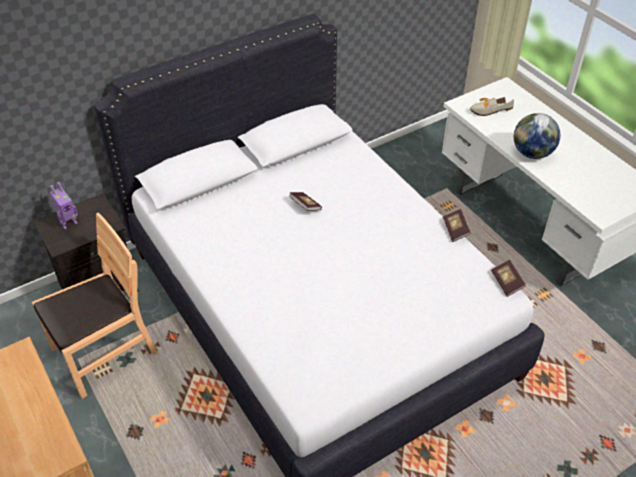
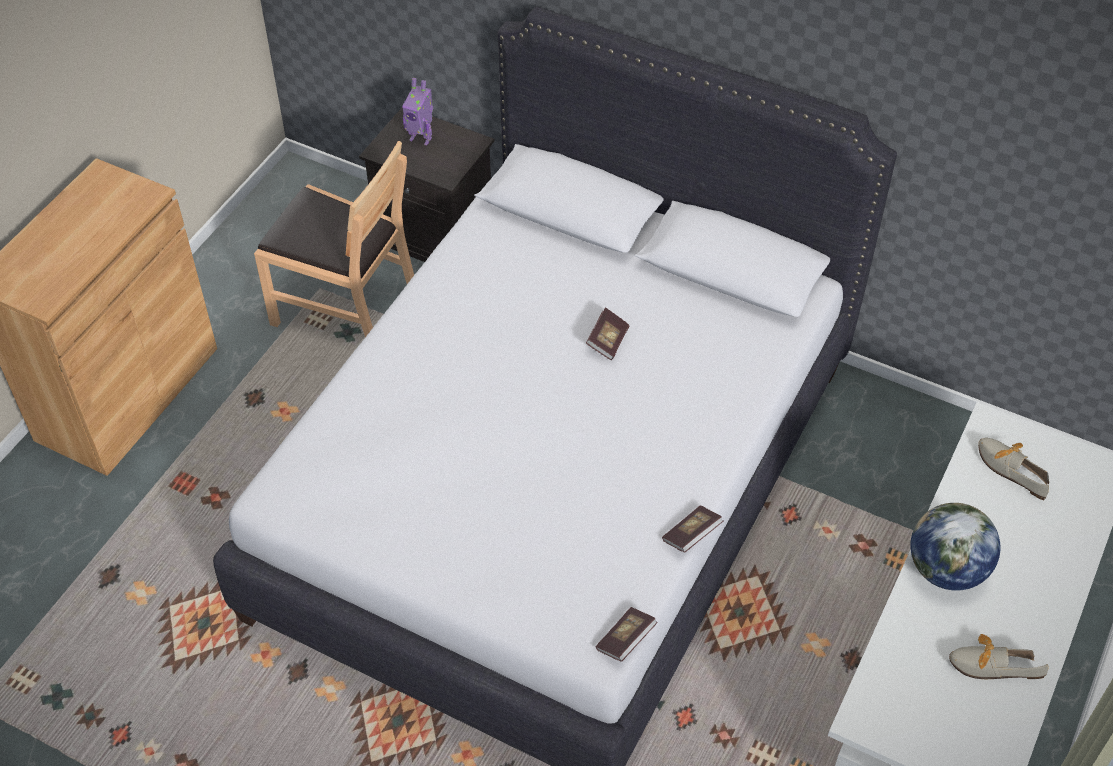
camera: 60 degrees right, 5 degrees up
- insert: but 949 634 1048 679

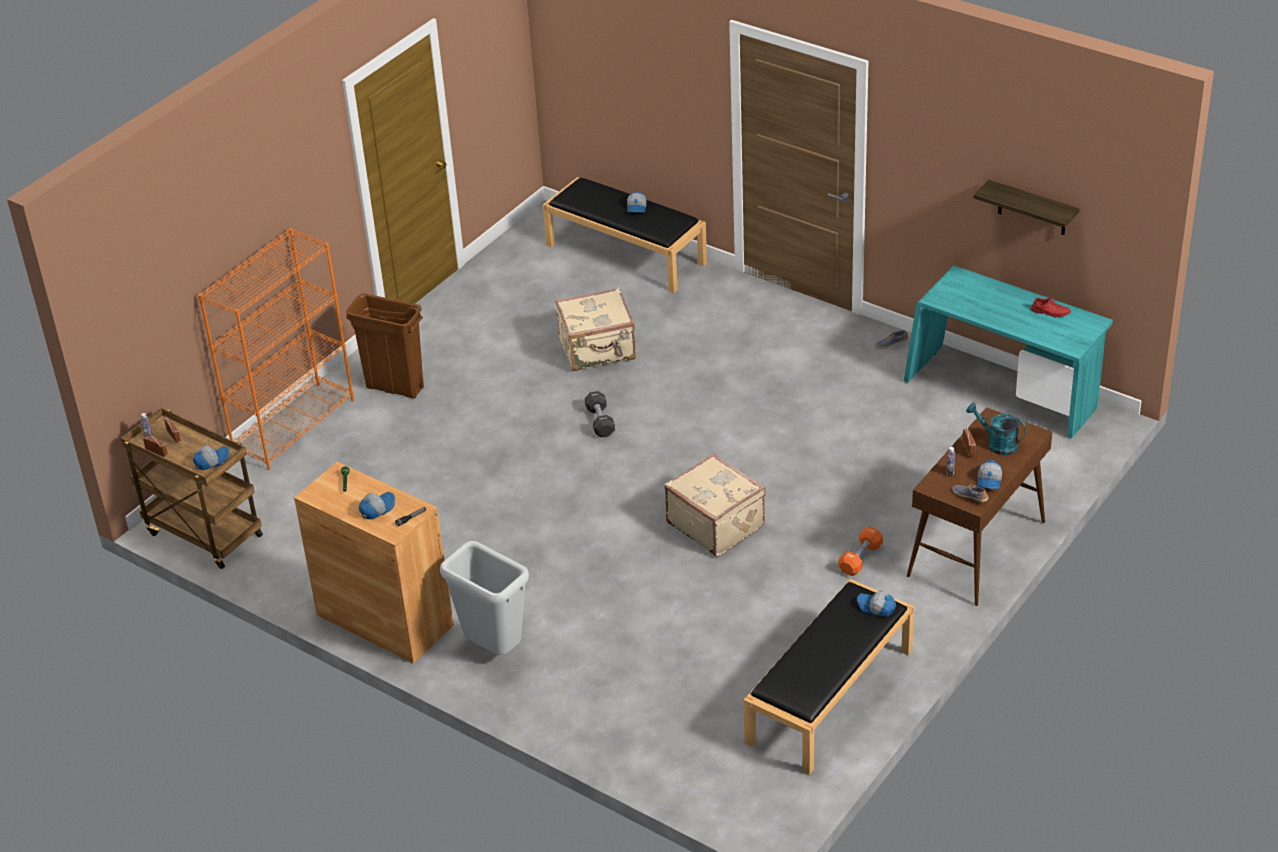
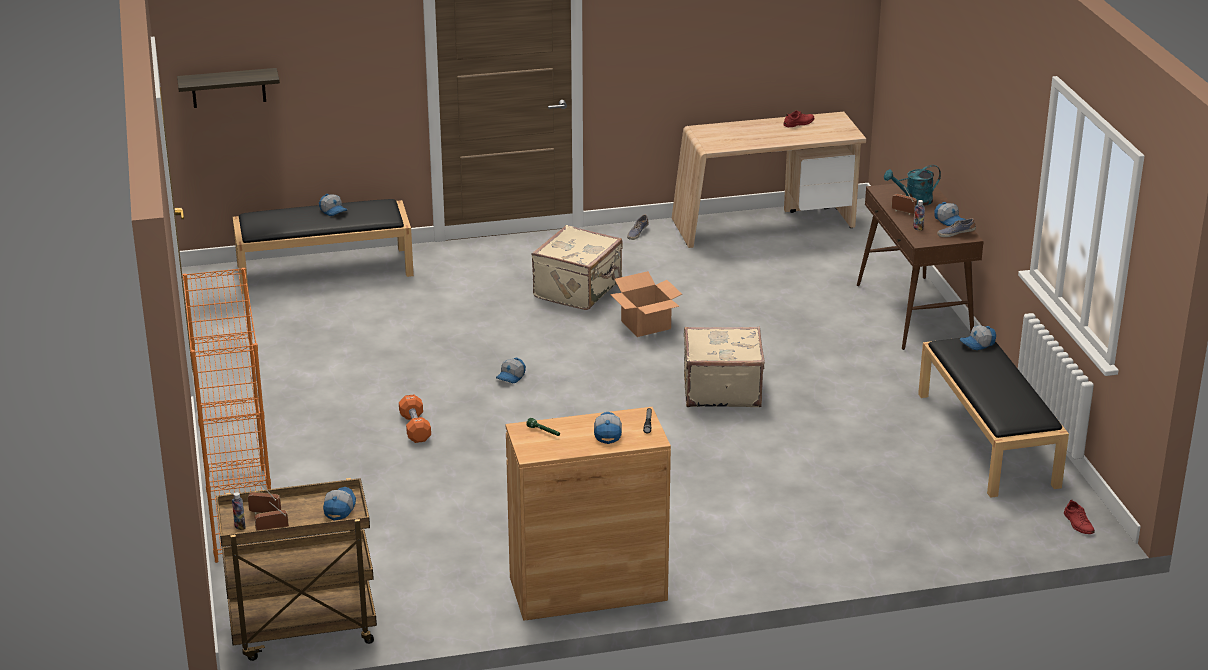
camera: 50 degrees left, 10 degrees down
- delete: kosz na śmieci/brązowy 346 293 424 399
- delete: kosz na śmieci/szary 440 541 529 655
- insert: karton 610 271 682 337
- insert: but/czerwony 1064 500 1095 534
- move: walizka/beżowy 555 288 636 371 to 531 225 623 310
- move: hantel/pomarańczowy 838 526 883 576 to 399 394 431 443
- move: półka 974 180 1079 235 to 177 68 280 108
- replace: hantel/czarny 585 391 615 437 to czapka z daszkiem 496 357 526 383
- recolor: biurko/turkusowy 904 266 1113 439 to biurko/beżowy 672 112 866 248

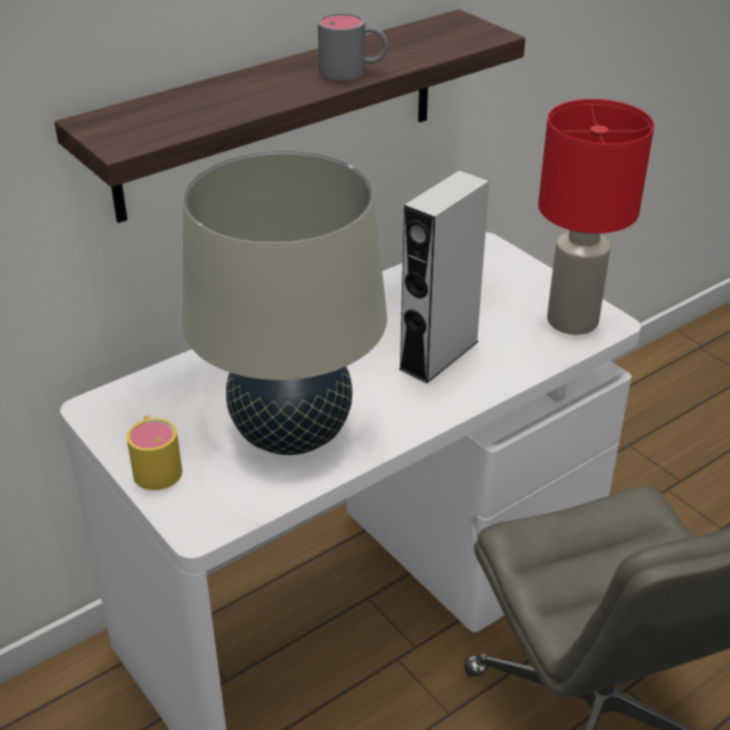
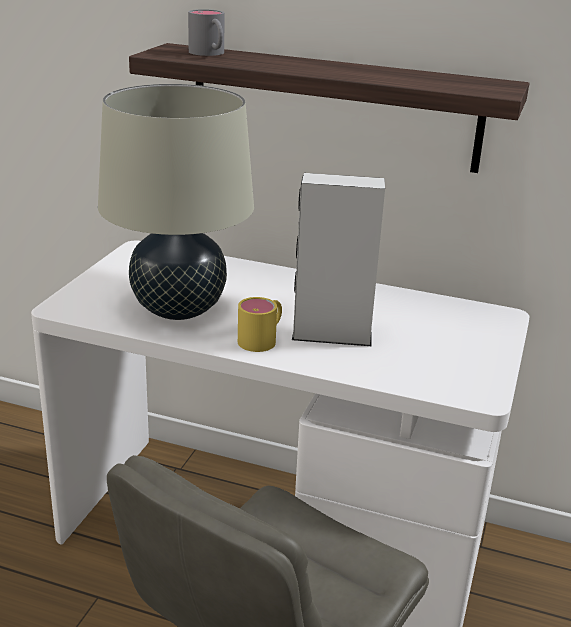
camera: 55 degrees right, 10 degrees down
- delete: lampa stołowa/czerwony 538 99 654 335
- move: kubek/żółty 127 415 182 490 to 238 297 282 352
- move: kubek/szary 318 13 389 81 to 188 9 225 56

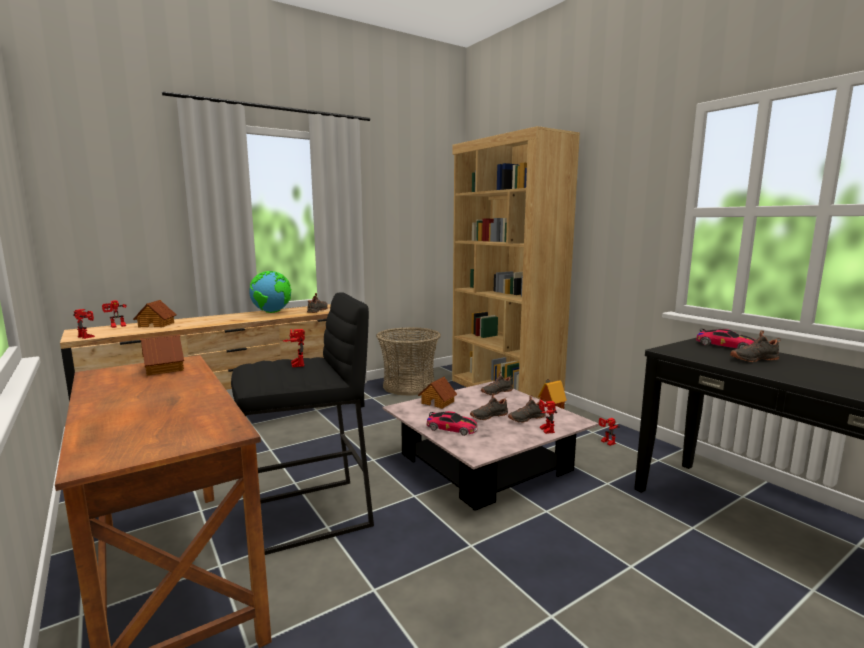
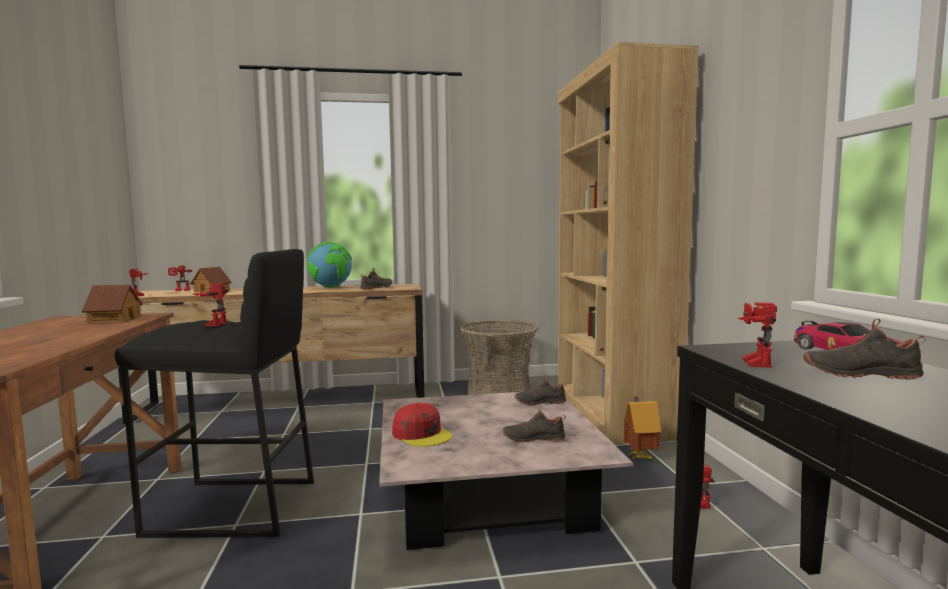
camera: 25 degrees right, 5 degrees down
- delete: domek 418 377 457 409
- delete: but/czarny 470 393 508 420
- move: robot zabawkowy 539 400 557 434 to 738 302 777 368
- replace: samochodzik 426 411 478 436 to czapka z daszkiem/czerwony 392 403 452 447

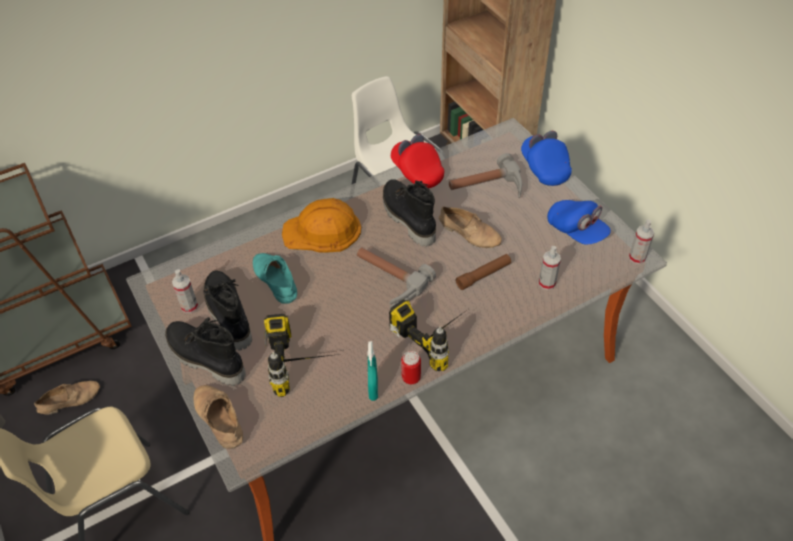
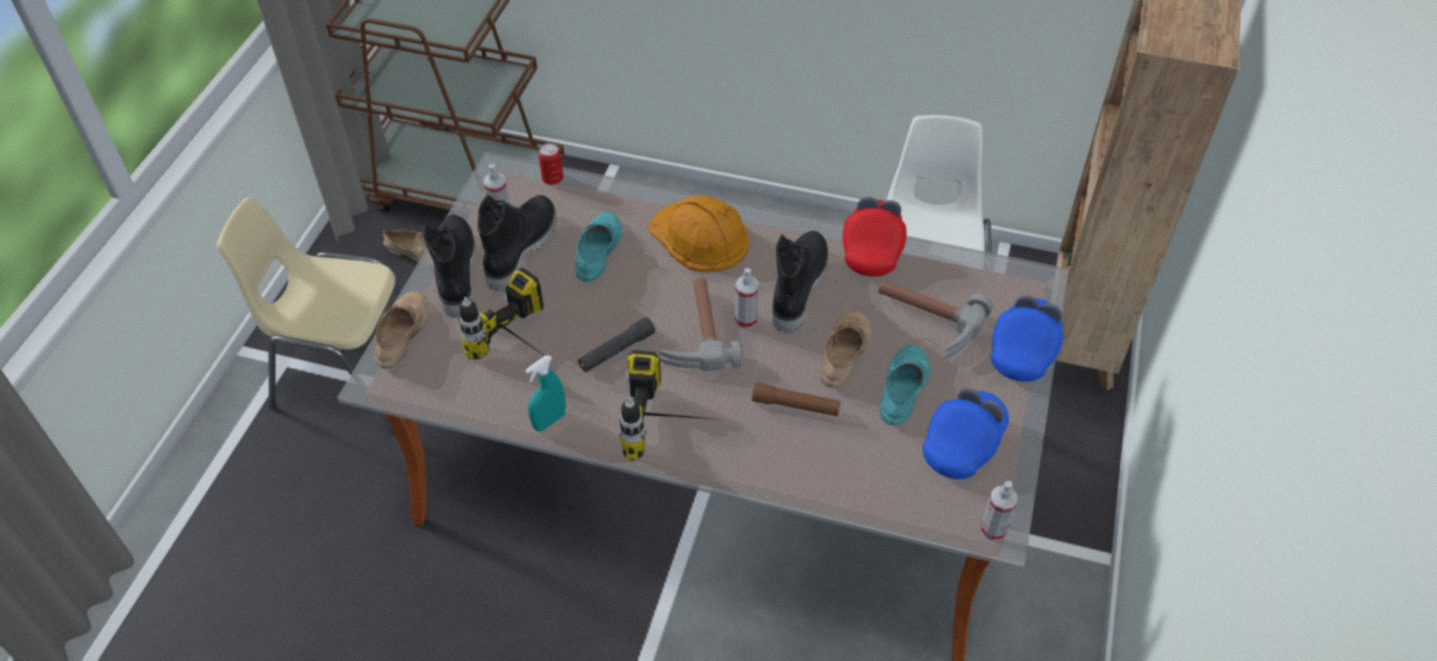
camera: 45 degrees right, 0 degrees up
- insert: latarka/czarny 578 317 656 372
- insert: but/turkusowy 880 344 931 425
- move: puszka 401 351 421 384 to 538 143 563 185
- move: spryskiwacz 539 246 561 290 to 735 268 759 329
- rotate: but/beżowy 439 207 502 248 = 820 311 871 387 150 degrees counterclockwise
- rotate: czapka z daszkiem/niebieski 547 200 611 244 = 923 388 1009 479 150 degrees counterclockwise

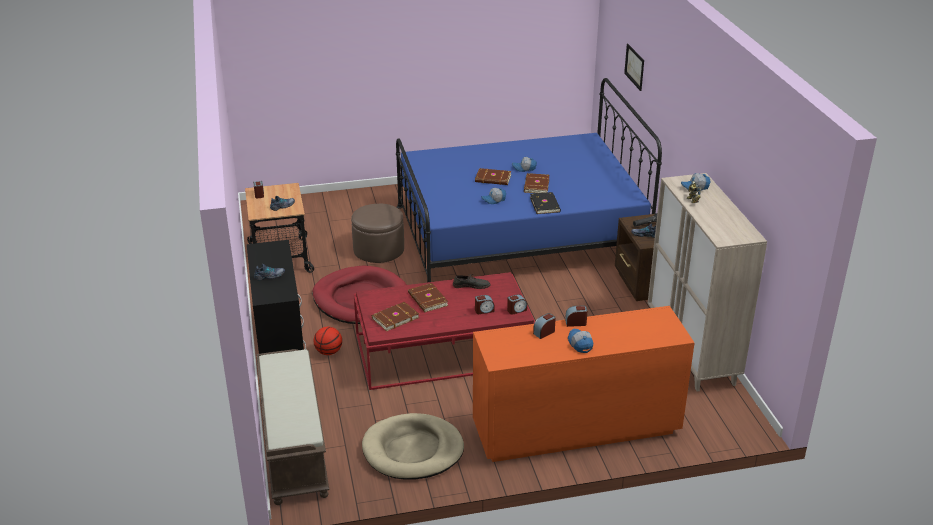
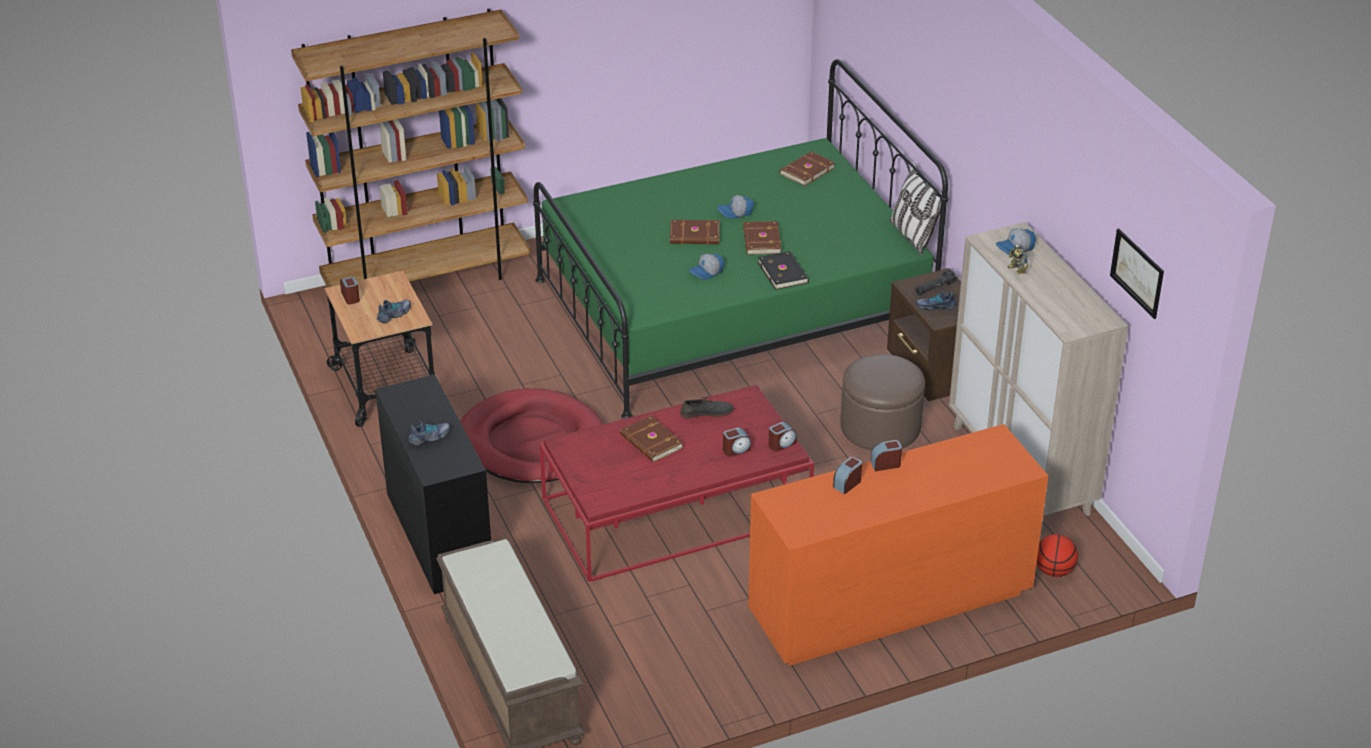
camera: 10 degrees left, 5 degrees up
- delete: legowisko/beżowy 362 413 464 480
- delete: czapka z daszkiem 568 329 593 353
- insert: regał/brązowy 291 9 531 288
- insert: poduszka 889 162 942 254
- move: piłka do koszykówki 313 327 342 355 to 1036 534 1078 577
- move: pufa/brązowy 351 204 404 263 to 840 354 925 450
- move: książka/brązowy 372 302 419 331 to 780 151 835 186
- move: obraz 624 44 644 91 to 1110 228 1164 319
- recolor: łóżko/niebieski 396 78 662 283 to łóżko/zielony 533 59 948 419

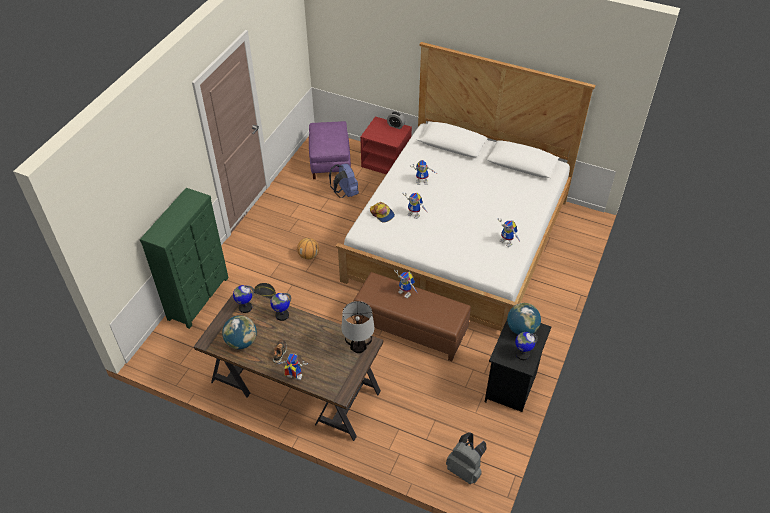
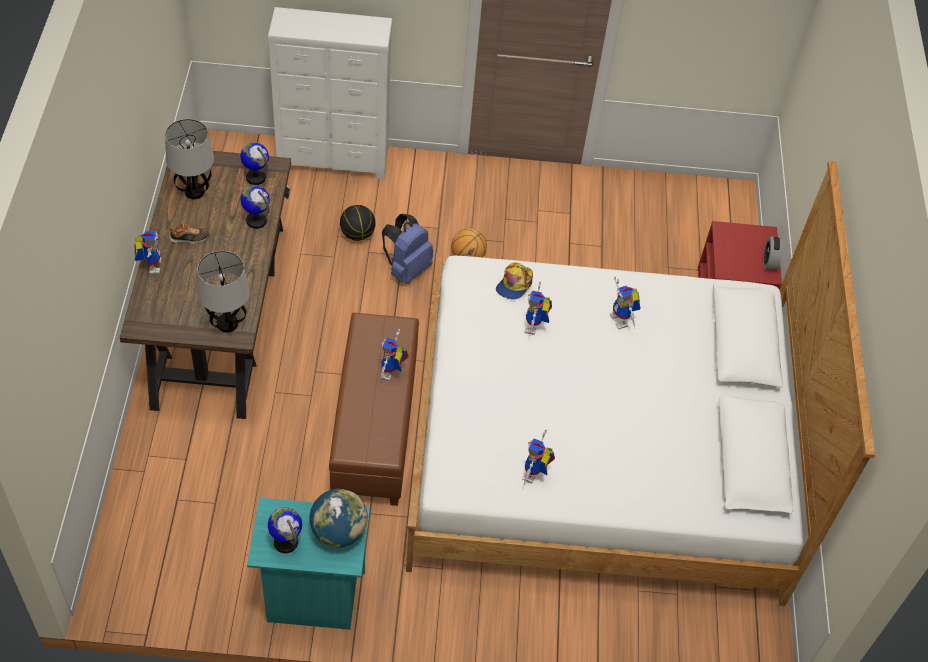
camera: 65 degrees right, 5 degrees up
- delete: pufa/fioletowy 309 121 351 179
- delete: plecak/szary 446 432 487 484
- move: plecak/niebieski 329 163 359 198 to 382 214 433 284
- replace: globus 222 315 257 349 to lampa stołowa 165 119 214 199
- recolor: komoda/zielony 140 188 229 329 to komoda/biały 268 7 393 179
- recolor: szafka nocna/czarny 485 320 551 412 to szafka nocna/turkusowy 247 497 370 630

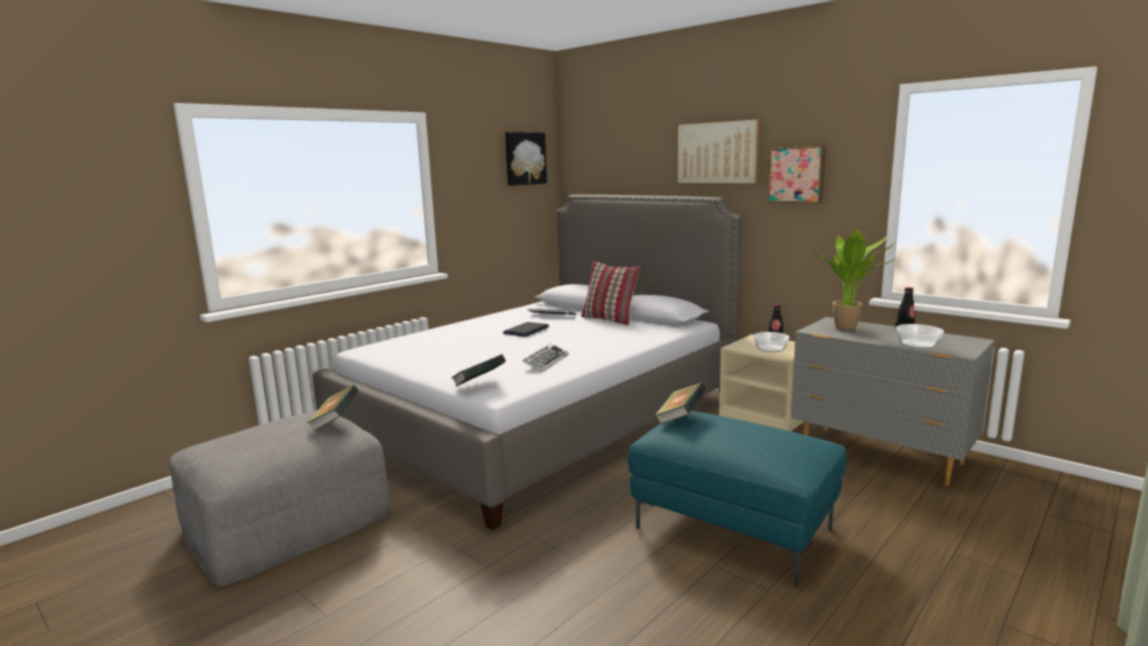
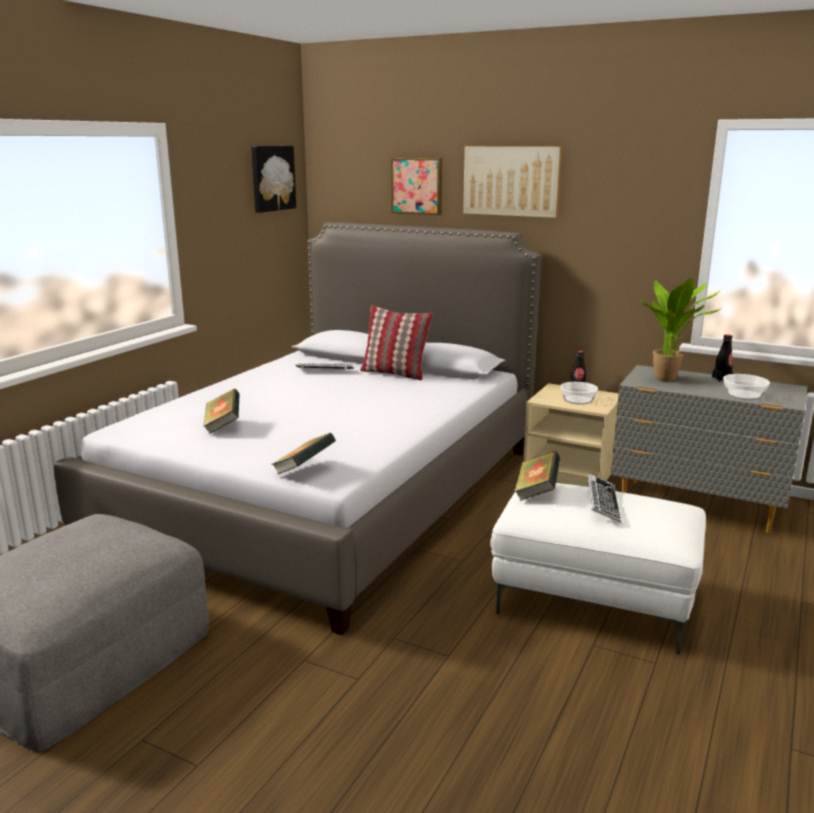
camera: 15 degrees left, 5 degrees up
- delete: laptop 503 322 549 337
- move: książka 307 385 358 431 to 203 389 240 434
- move: klawiatura 522 343 569 372 to 587 474 622 523
- move: obraz 767 146 826 204 to 391 158 442 215
- recolor: pufa/turkusowy 627 411 846 585 to pufa/biały 491 483 706 654

